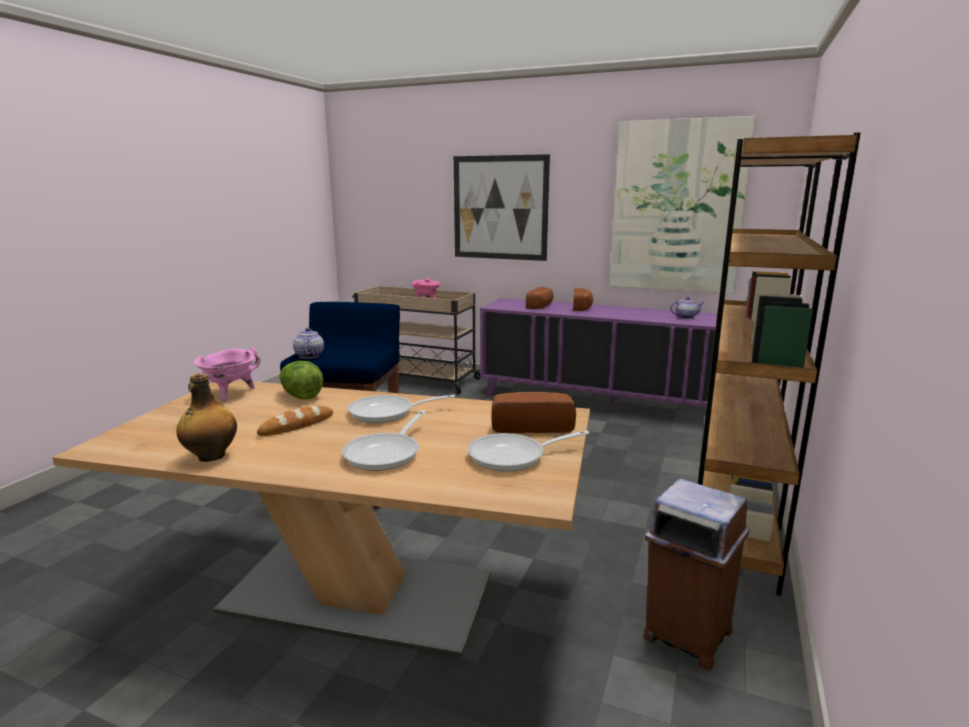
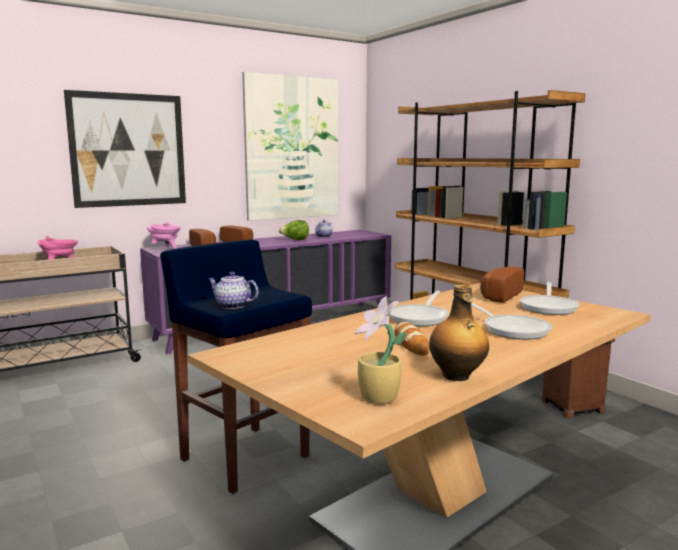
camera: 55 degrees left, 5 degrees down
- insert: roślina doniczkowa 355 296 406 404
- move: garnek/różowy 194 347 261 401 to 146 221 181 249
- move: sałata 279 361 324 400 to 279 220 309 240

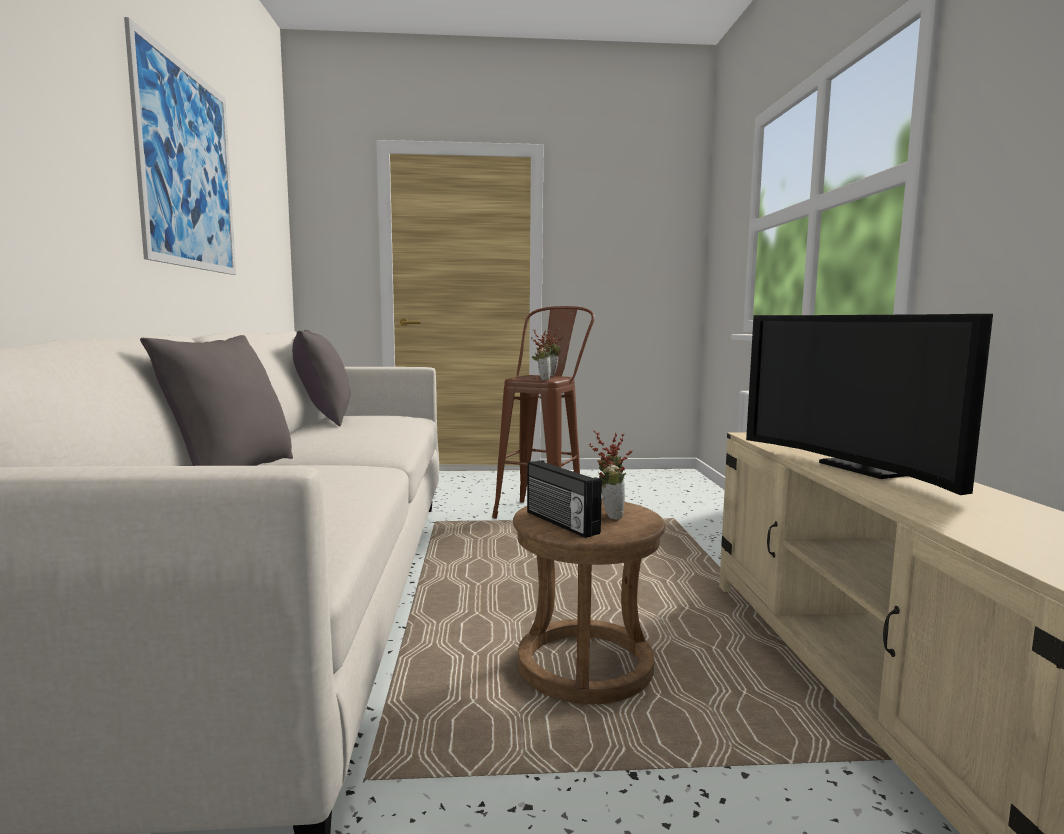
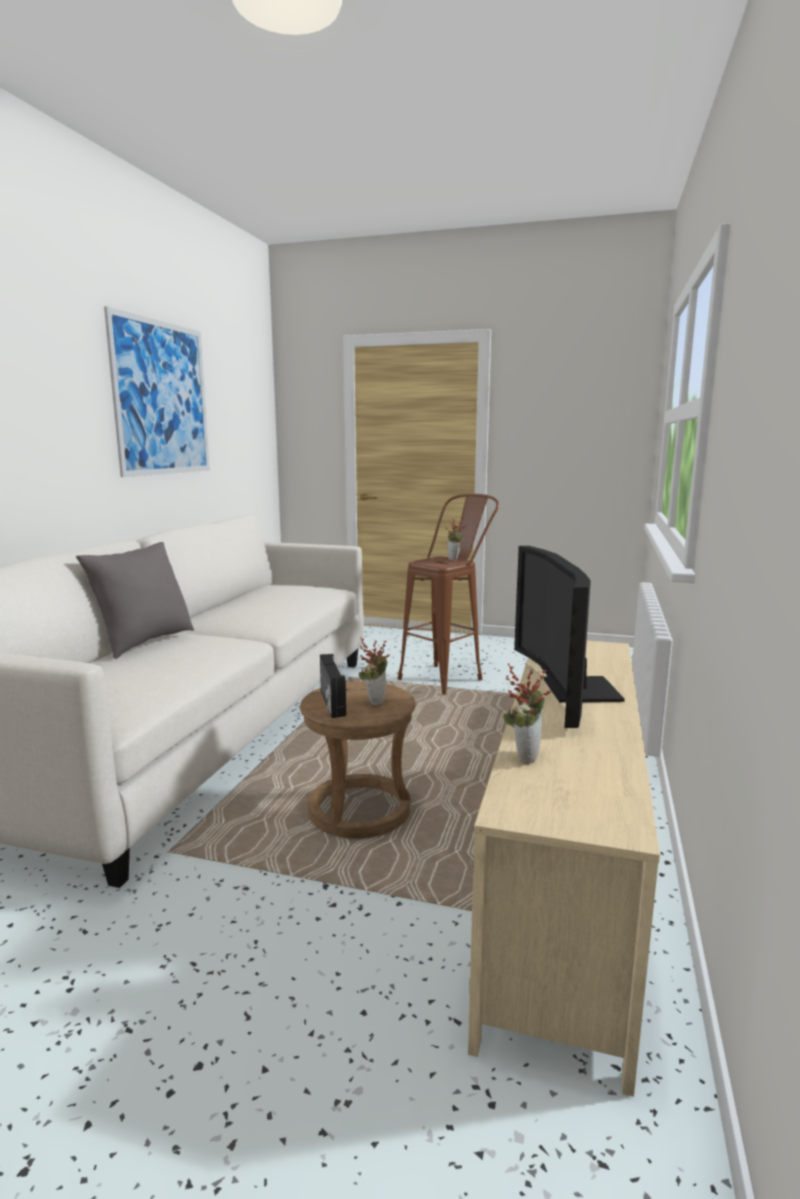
camera: 20 degrees right, 5 degrees up
- delete: poduszka/szary 292 330 350 427
- move: roślina doniczkowa 531 330 555 380 to 503 663 551 764

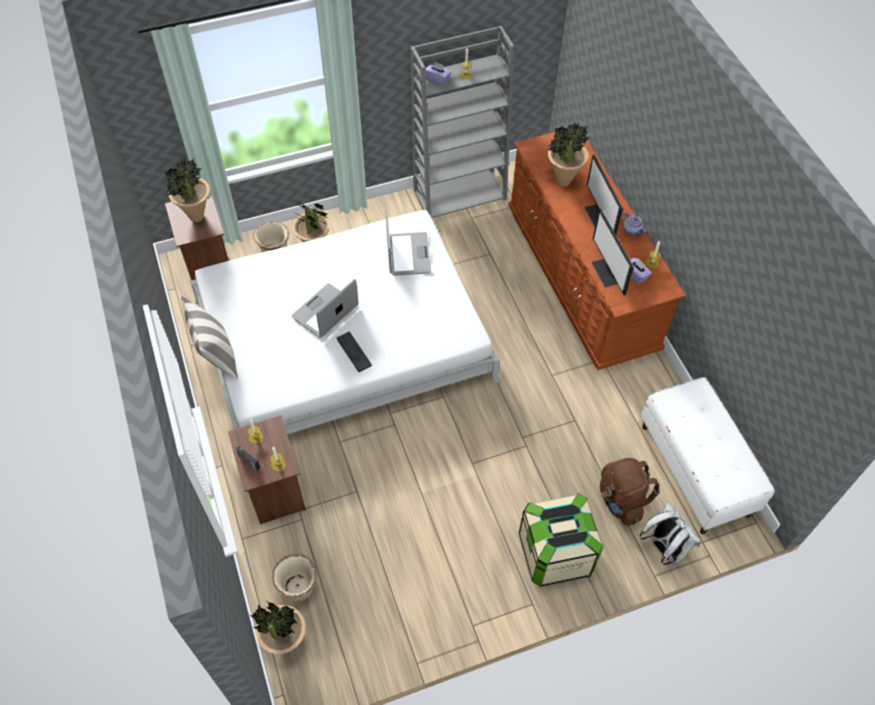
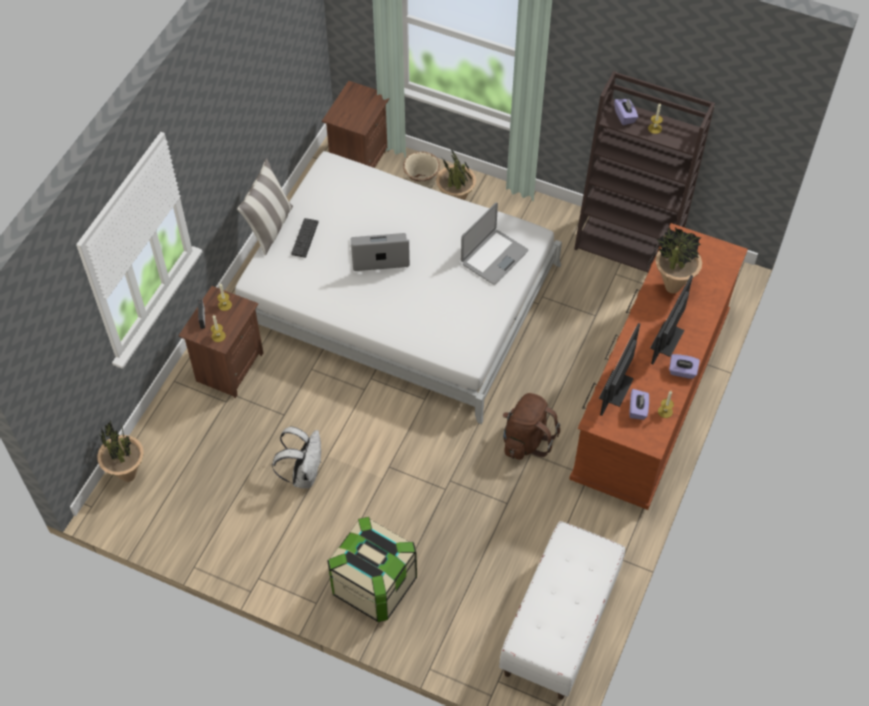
camera: 45 degrees right, 0 degrees up
- delete: roślina doniczkowa 165 159 210 222
- delete: donica/beżowy 272 554 317 601
- move: klawiatura 337 332 372 372 to 291 218 319 258
- move: plecak/brązowy 600 458 660 526 to 503 393 560 460
- move: plecak/biały 640 502 701 565 to 272 426 321 488
- replace: imbryk 622 212 646 236 to pudełko chusteczek/fioletowy 669 354 700 379
- recolor: regał/szary 411 26 514 218 to regał/brązowy 574 71 715 272

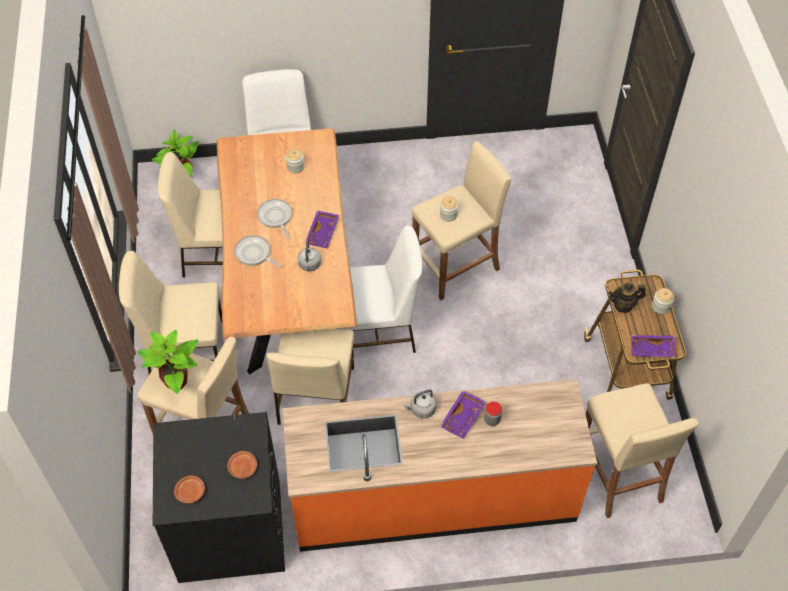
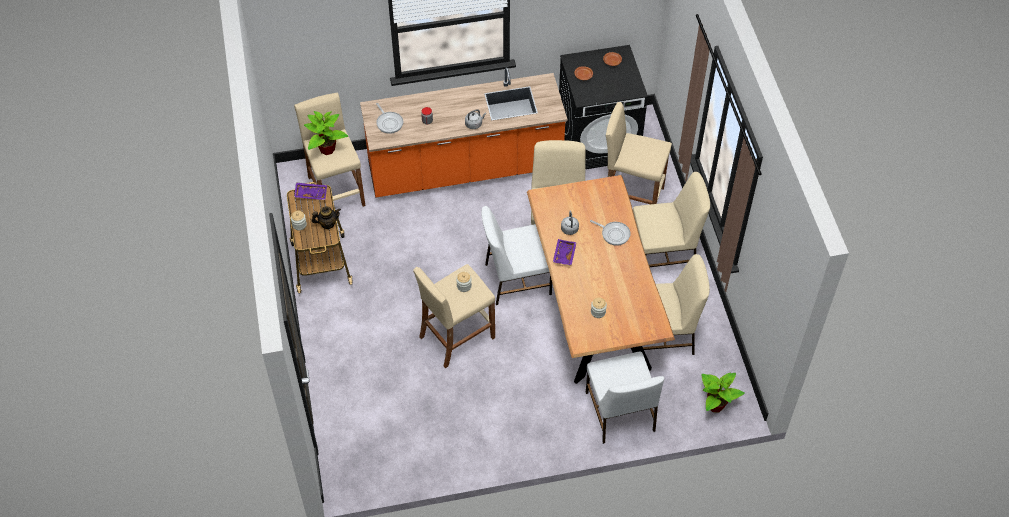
camera: 175 degrees right, 0 degrees up
- delete: taca/fioletowy 440 390 486 439
- move: roślina doniczkowa 137 330 198 394 to 304 111 348 155
- move: patelnia 257 199 292 238 to 376 103 403 134

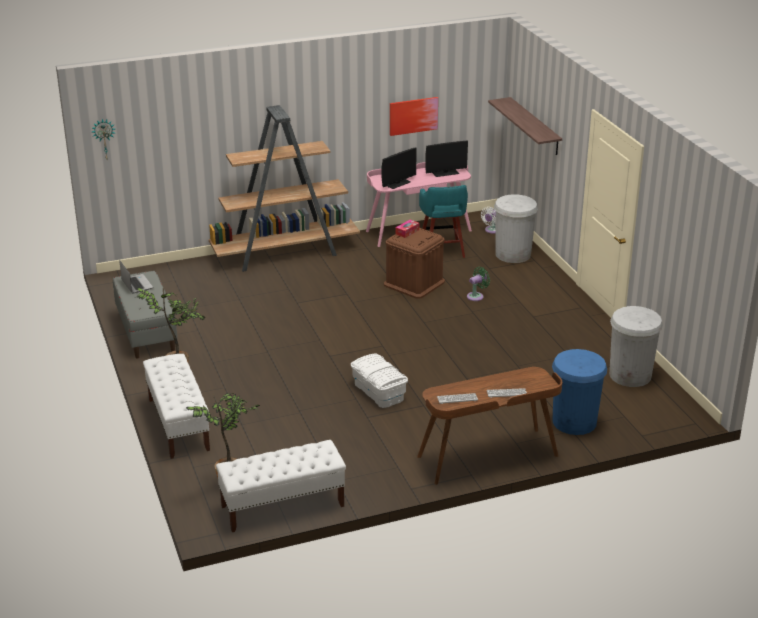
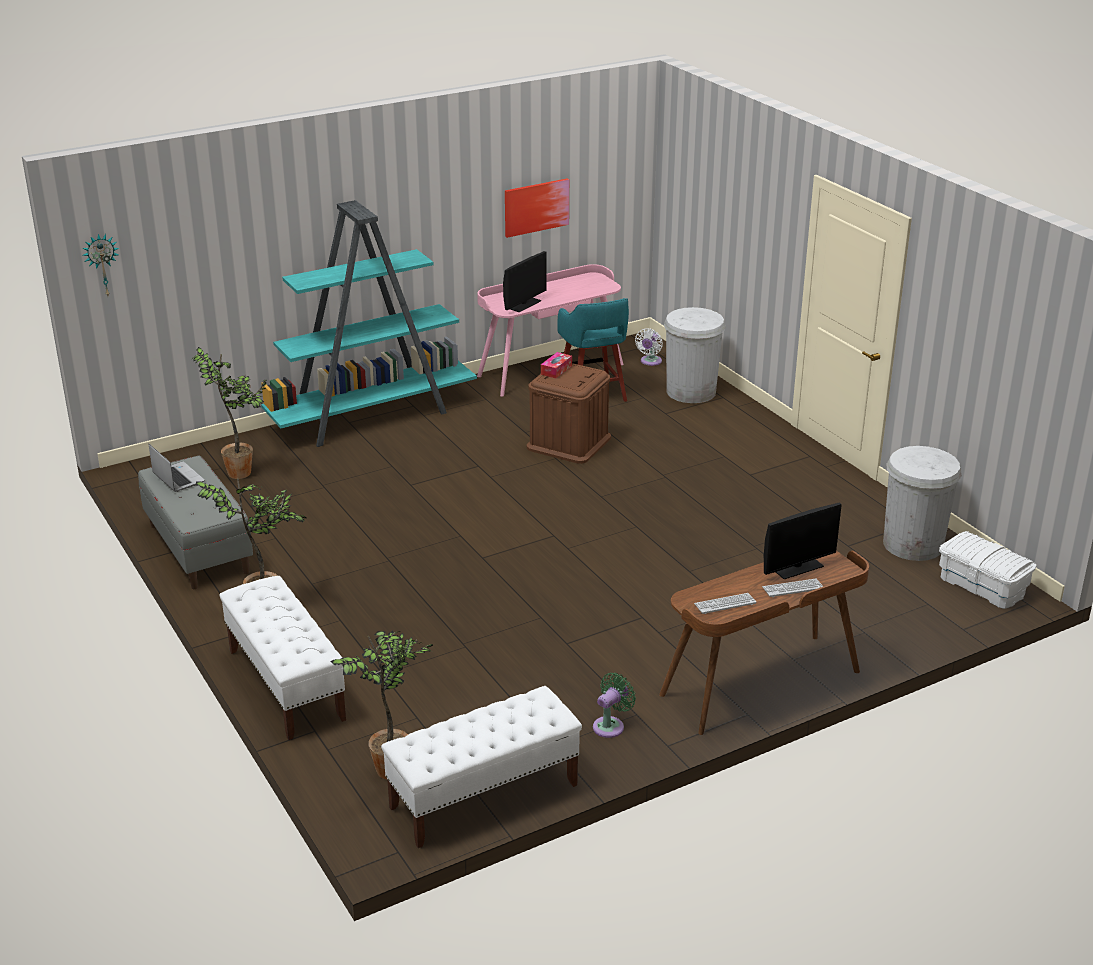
camera: 10 degrees left, 0 degrees up
- delete: półka 488 97 562 155
- delete: kosz na śmieci/niebieski 552 349 607 435
- insert: roślina doniczkowa 192 347 267 479
- move: pojemnik do przechowywania/biały 351 353 408 408 to 939 531 1037 609
- move: monitor 425 141 468 177 to 764 503 842 579
- move: wentylator/zielony 467 267 490 301 to 593 673 636 738
- recolor: regał/brązowy 209 105 360 272 to regał/turkusowy 261 200 477 447

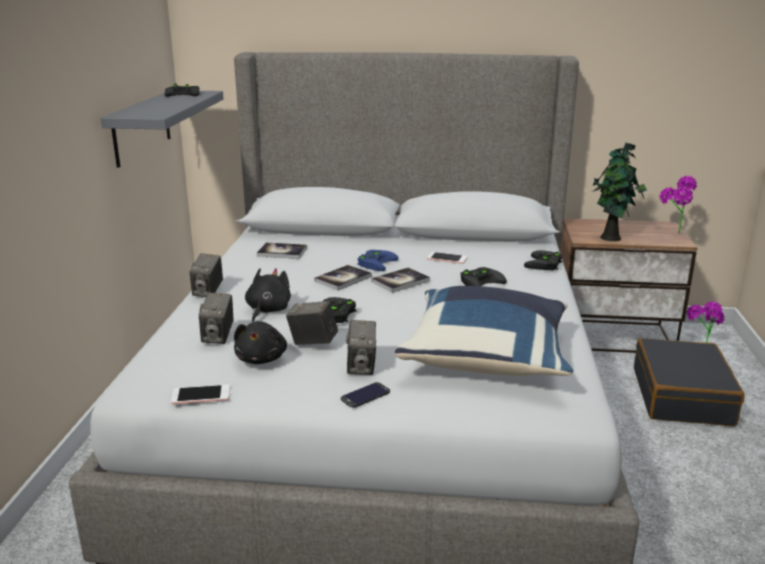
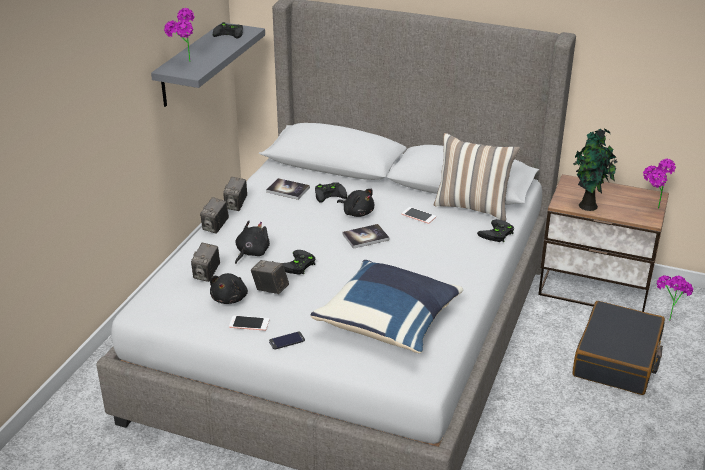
camera: 15 degrees right, 10 degrees up
- delete: książka 314 265 372 291
- insert: roślina doniczkowa 164 8 195 62
- insert: poduszka 434 133 520 221
- move: telefon 171 384 230 404 to 229 315 269 331
- move: aparat fotograficzny 346 320 376 375 to 223 177 247 211
- move: pad do gier/czarny 460 267 507 286 to 315 182 347 203
- replace: pad do gier/niebieski 357 250 398 271 to pluszak/czarny 337 189 374 217

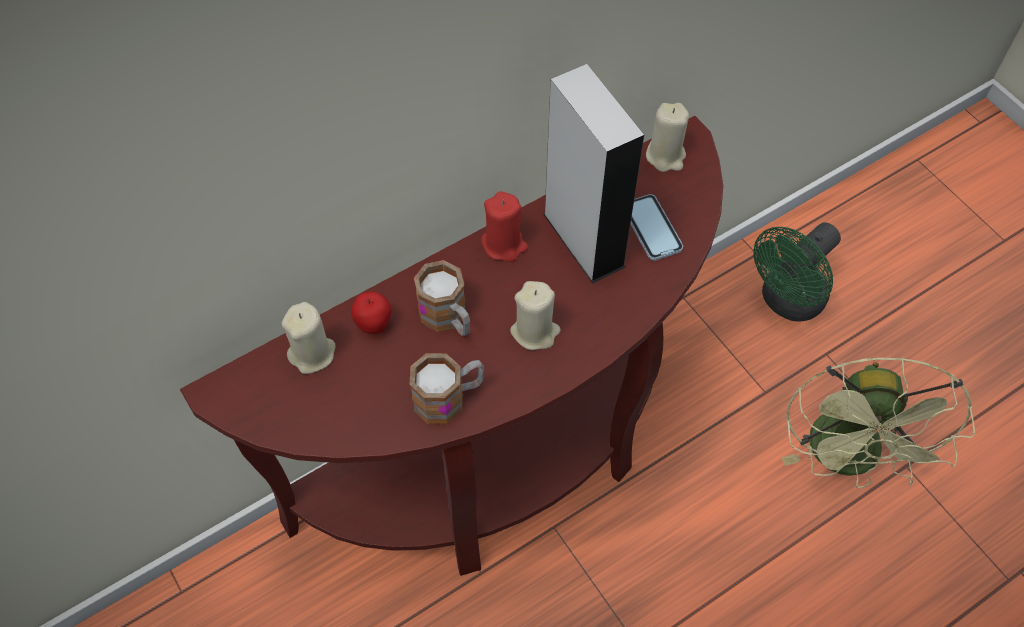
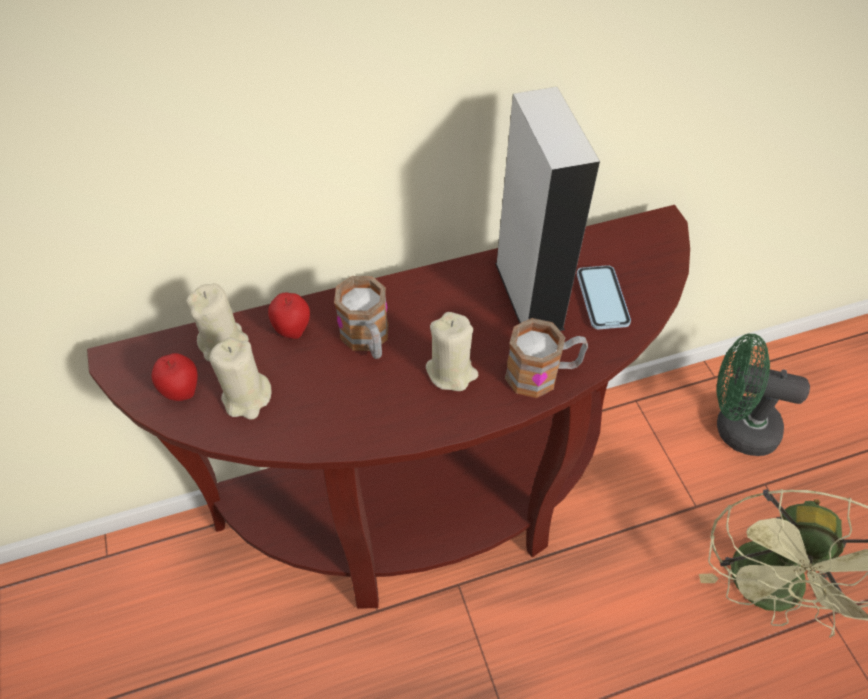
camera: 15 degrees right, 5 degrees down
- delete: świeca/czerwony 481 191 528 262
- insert: jabłko 152 353 198 401
- move: kubek 409 353 484 424 to 505 318 588 398
- move: świeca/beżowy 646 103 689 172 to 210 337 272 420
- rotate: wentylator/zielony 753 222 841 322 = 717 334 810 456 45 degrees clockwise

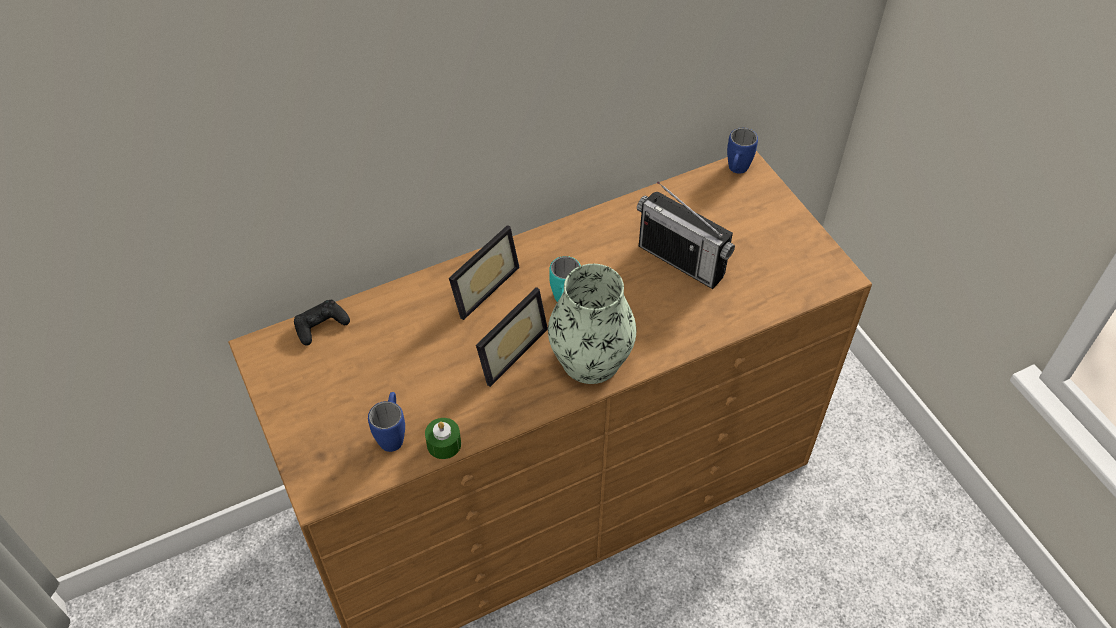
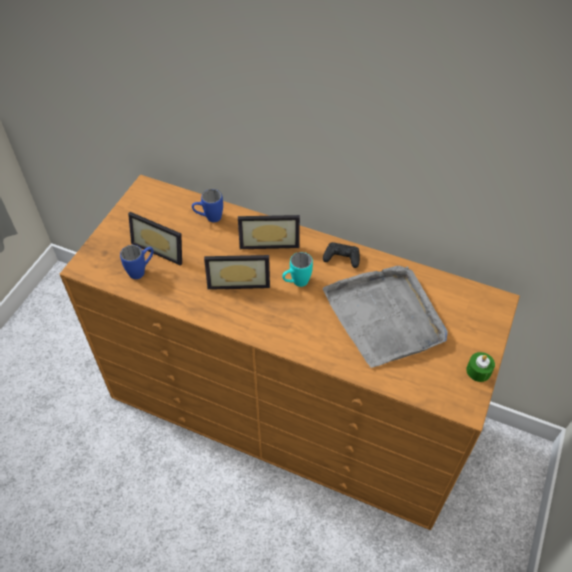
camera: 50 degrees right, 0 degrees up
- delete: wazon 548 264 637 384
- insert: ramka na zdjęcie 128 212 182 266
- move: pad do gier/czarny 294 300 350 346 to 323 242 360 268
- move: świeca/zielony 425 418 461 459 to 466 352 495 382
- move: kubek/niebieski 727 128 758 174 to 192 189 223 222
- replace: radio 637 182 735 289 to taca/szary 323 266 448 368

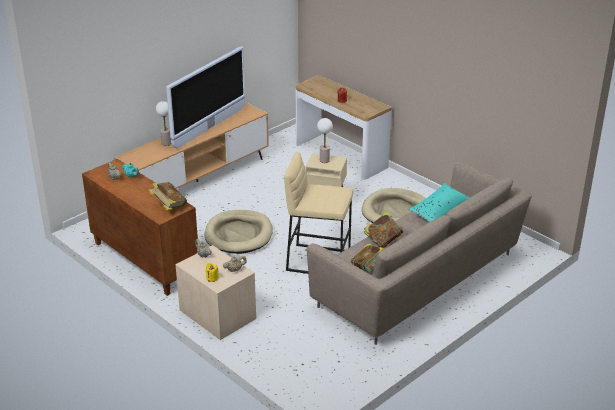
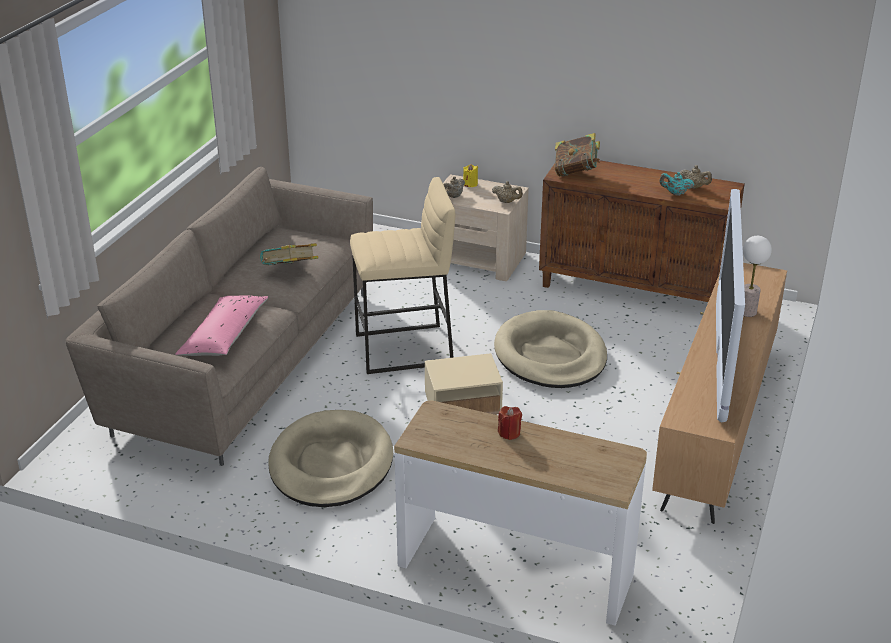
camera: 155 degrees right, 0 degrees up
- delete: lampa stołowa 317 118 333 163
- delete: książka 351 243 384 272
- recolor: poduszka/turkusowy 409 183 470 222 to poduszka/różowy 175 295 269 356

